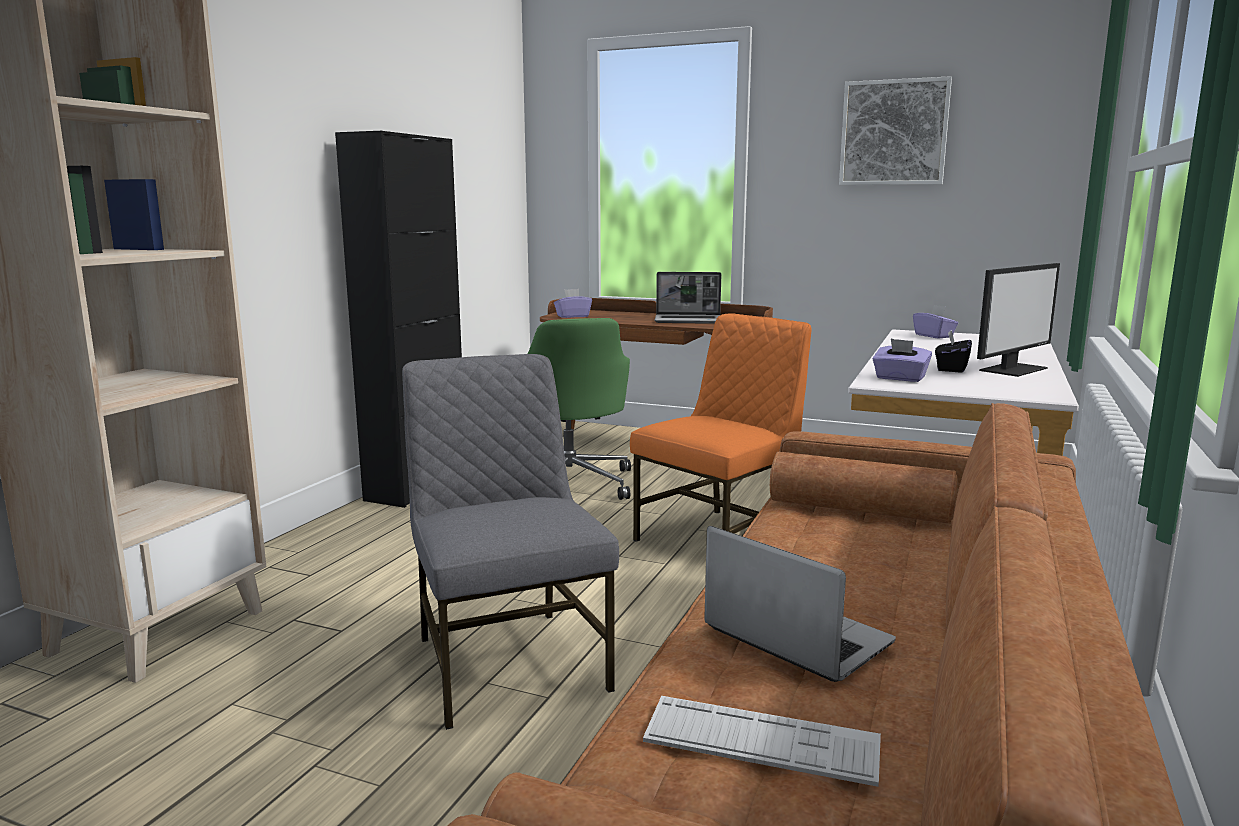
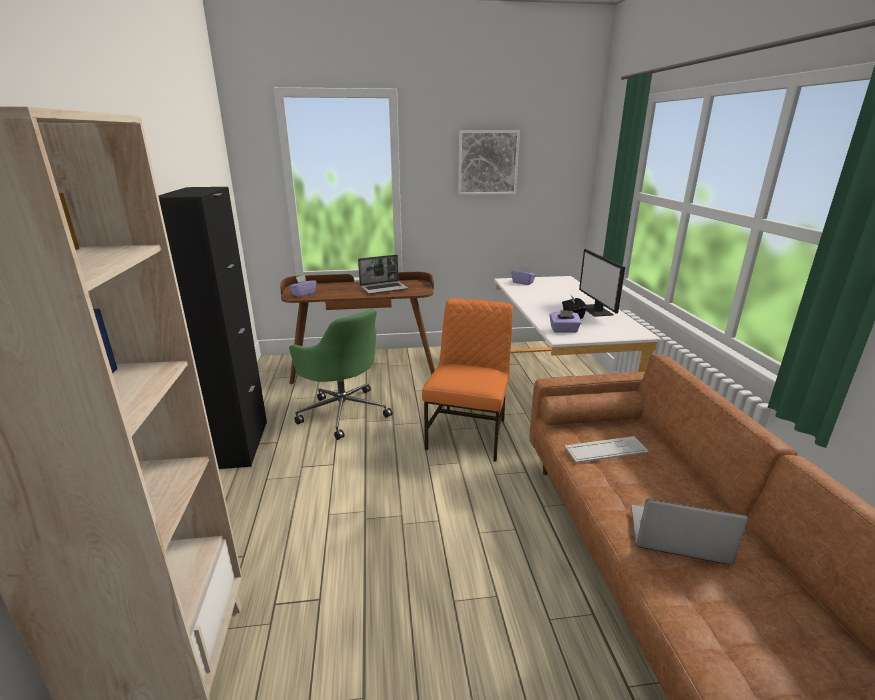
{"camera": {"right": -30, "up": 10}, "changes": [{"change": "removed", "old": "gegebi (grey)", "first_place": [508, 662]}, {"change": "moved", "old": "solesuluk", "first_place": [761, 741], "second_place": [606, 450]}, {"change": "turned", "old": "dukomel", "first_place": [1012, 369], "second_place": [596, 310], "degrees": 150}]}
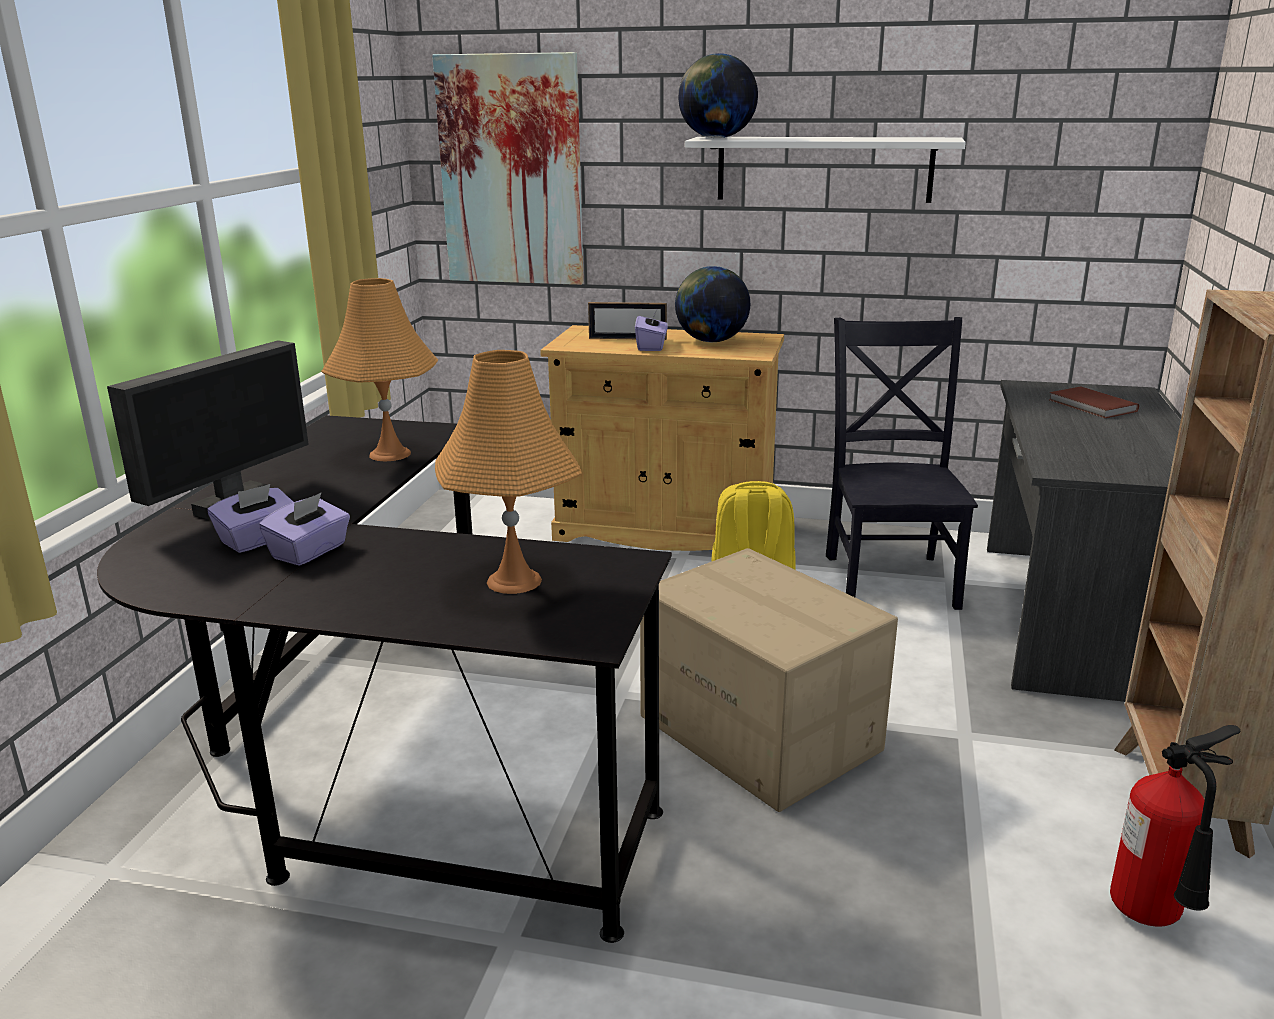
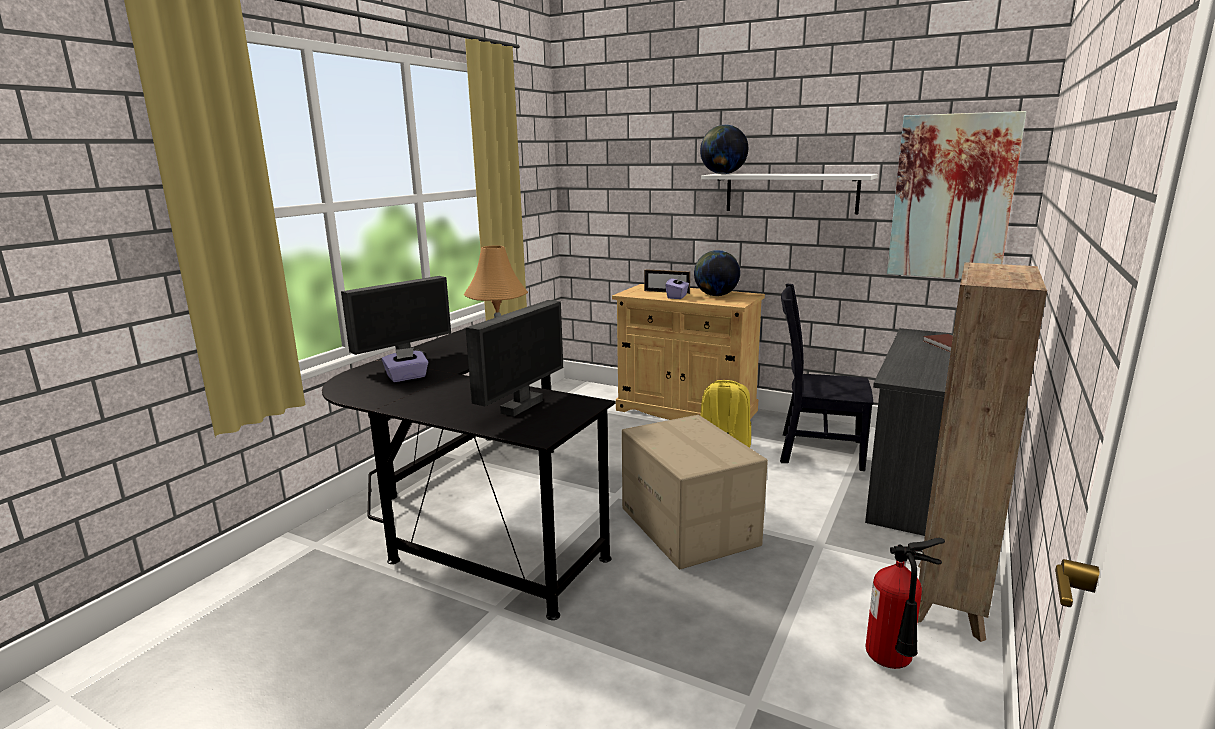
{"camera": {"right": 15, "up": -5}, "changes": [{"change": "removed", "old": "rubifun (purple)", "first_place": [310, 551]}, {"change": "moved", "old": "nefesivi", "first_place": [511, 171], "second_place": [951, 198]}, {"change": "replaced", "old": "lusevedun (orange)", "new": "dukomel", "first_place": [514, 581], "second_place": [520, 406]}, {"change": "turned", "old": "gegebi (black)", "first_place": [890, 578], "second_place": [816, 451], "degrees": -90}]}
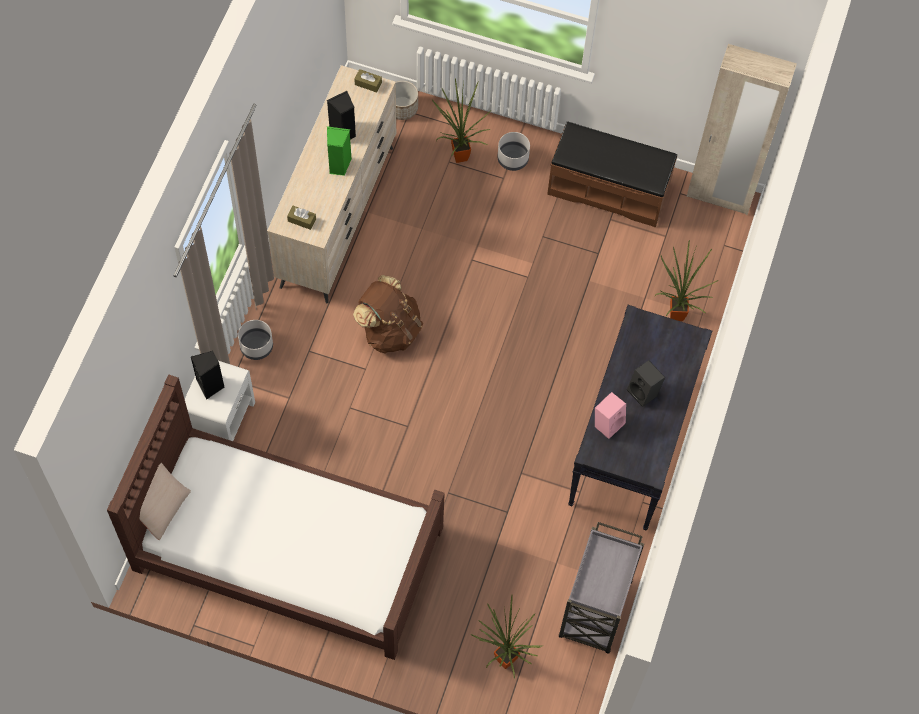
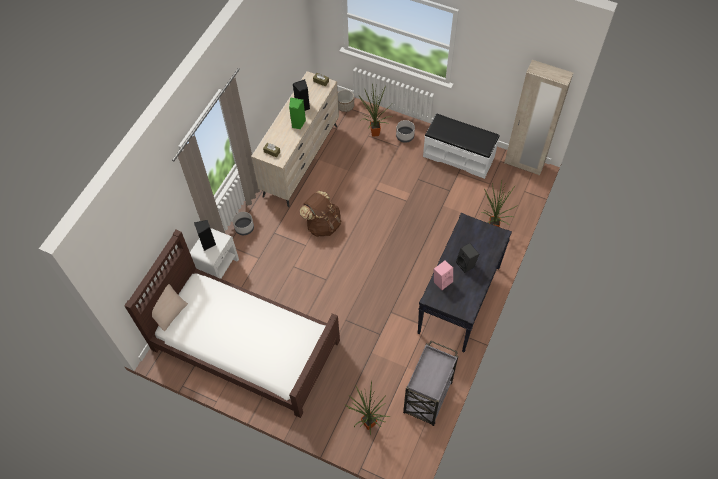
{"camera": {"right": 10, "up": -5}, "changes": [{"change": "recoloured", "old": "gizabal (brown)", "new": "gizabal (white)", "first_place": [608, 189], "second_place": [458, 156]}]}
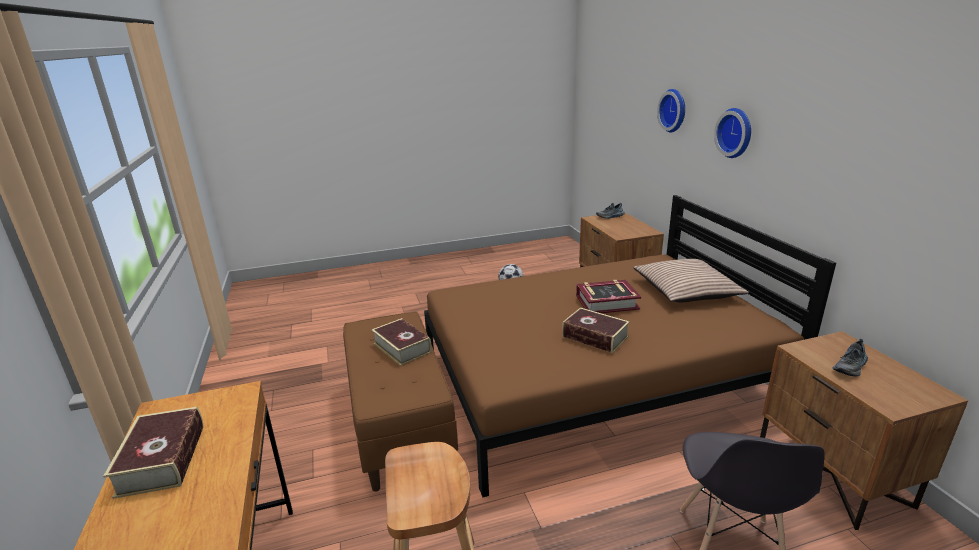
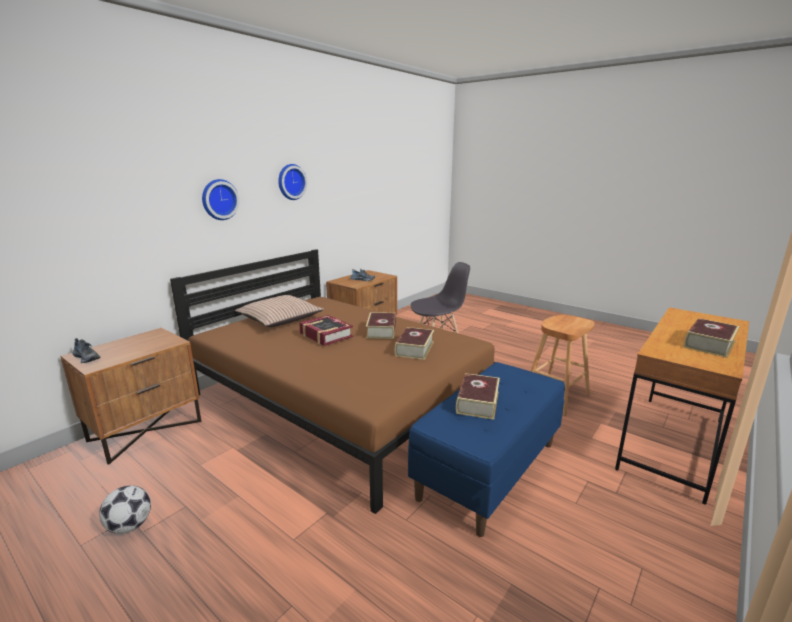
{"camera": {"right": -125, "up": -5}, "changes": [{"change": "recoloured", "old": "gizabal (brown)", "new": "gizabal (blue)", "first_place": [400, 424], "second_place": [488, 469]}, {"change": "moved", "old": "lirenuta", "first_place": [674, 110], "second_place": [290, 182]}, {"change": "added", "new": "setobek", "second_place": [414, 349]}]}
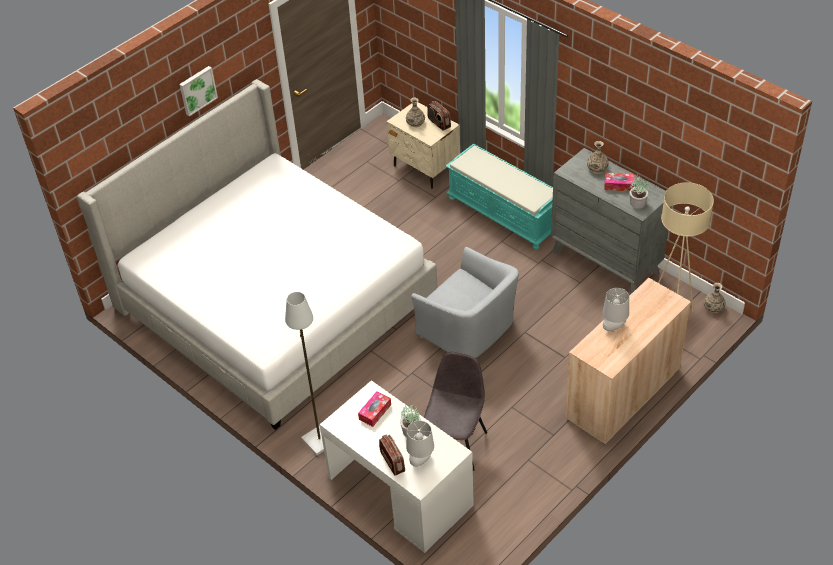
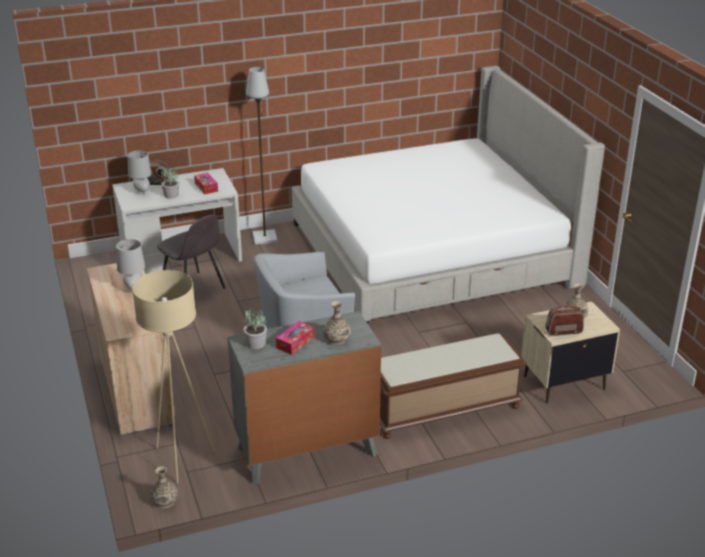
{"camera": {"right": 115, "up": -15}, "changes": [{"change": "removed", "old": "nefesivi", "first_place": [197, 90]}, {"change": "recoloured", "old": "gizabal (turquoise)", "new": "gizabal (brown)", "first_place": [504, 214], "second_place": [443, 410]}]}
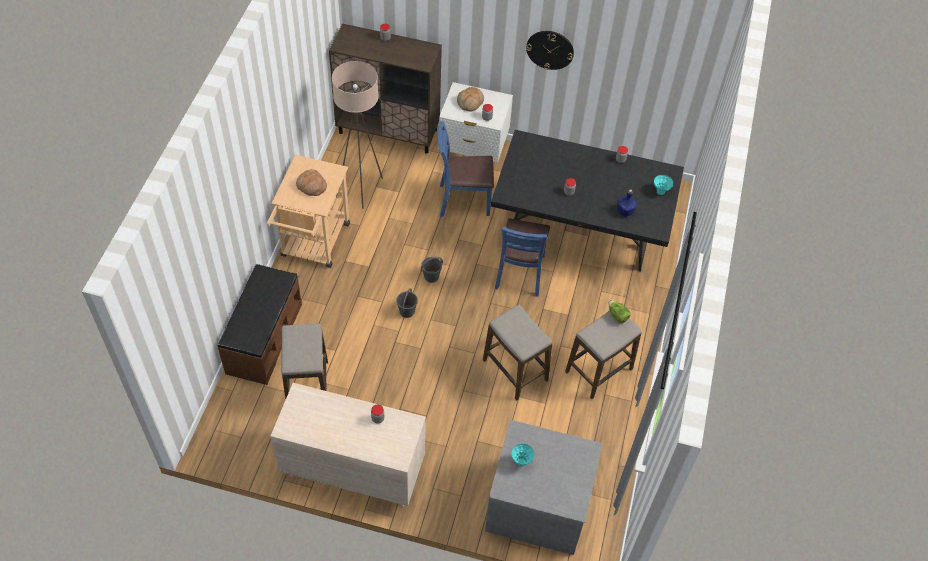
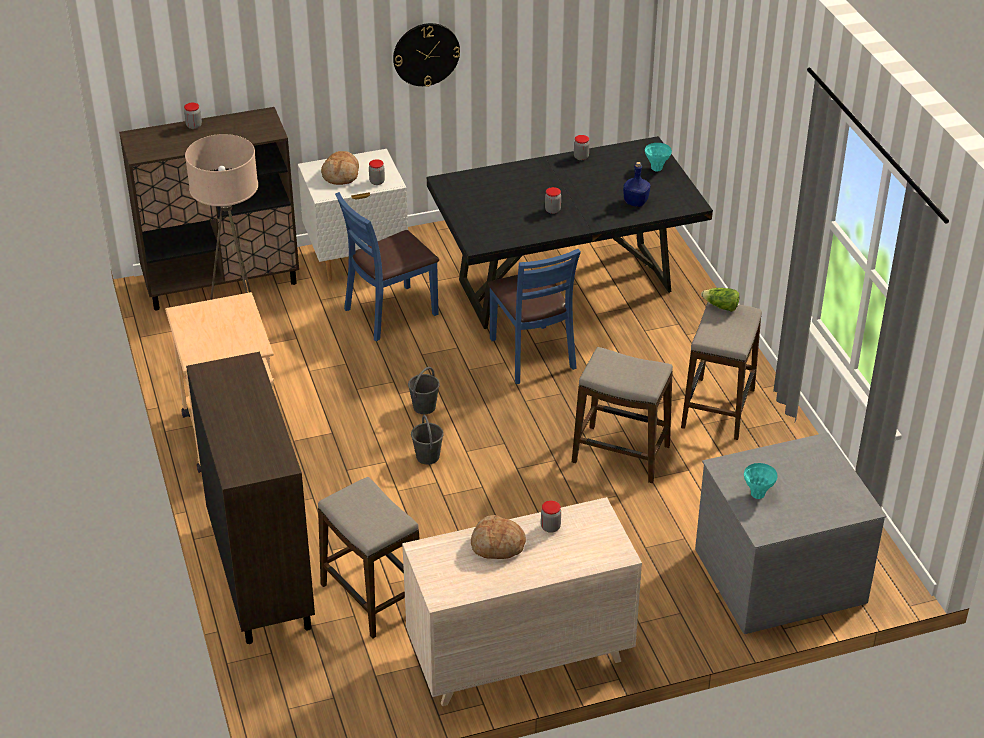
{"camera": {"right": -30, "up": -15}, "changes": [{"change": "replaced", "old": "gizabal (brown)", "new": "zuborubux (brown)", "first_place": [263, 338], "second_place": [260, 574]}, {"change": "moved", "old": "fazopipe", "first_place": [311, 186], "second_place": [497, 545]}]}
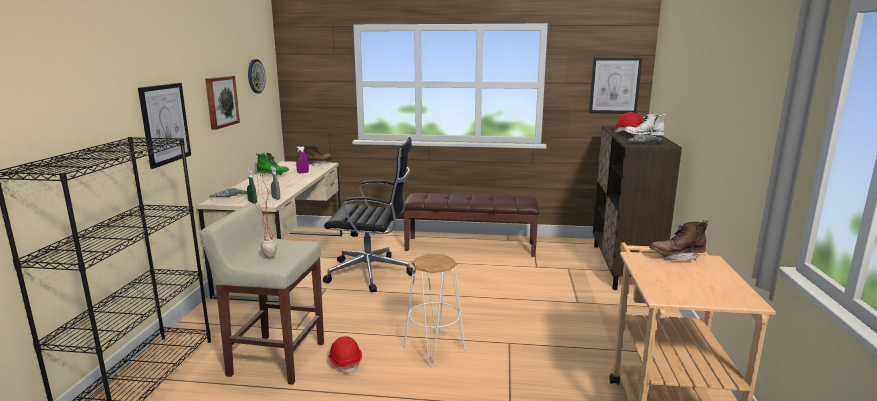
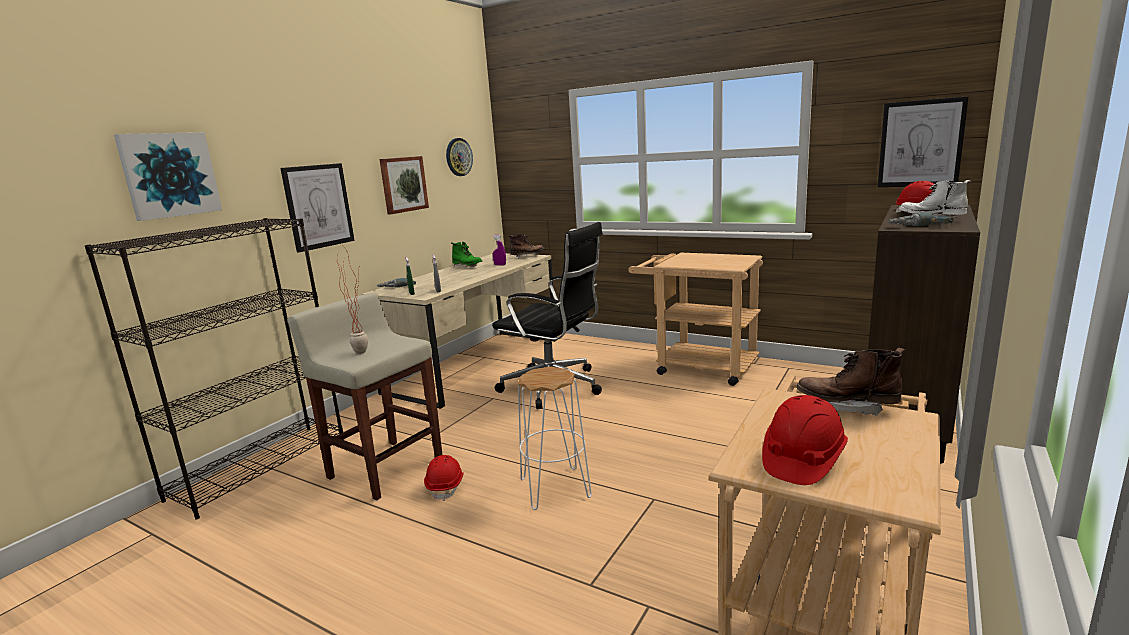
{"camera": {"right": 25, "up": 0}, "changes": [{"change": "replaced", "old": "gizabal (brown)", "new": "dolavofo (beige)", "first_place": [470, 246], "second_place": [697, 367]}, {"change": "added", "new": "nefesivi", "second_place": [169, 175]}, {"change": "added", "new": "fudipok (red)", "second_place": [802, 460]}]}
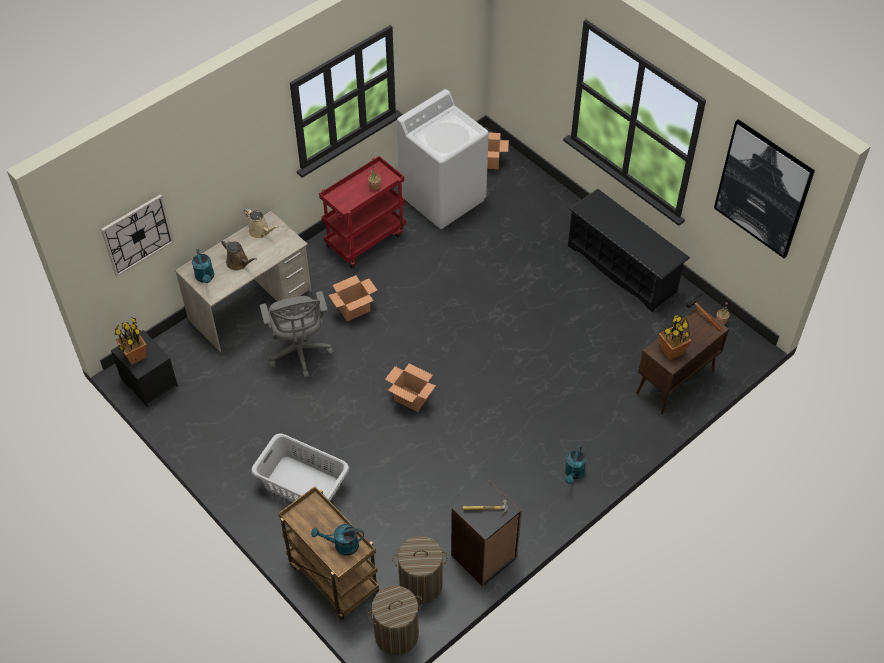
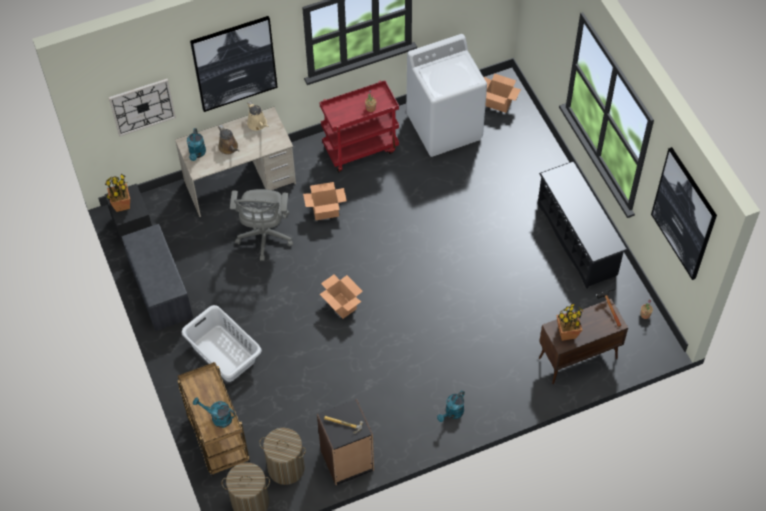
{"camera": {"right": 20, "up": 5}, "changes": [{"change": "added", "new": "gizabal (grey)", "second_place": [159, 289]}, {"change": "added", "new": "nefesivi", "second_place": [234, 63]}]}
